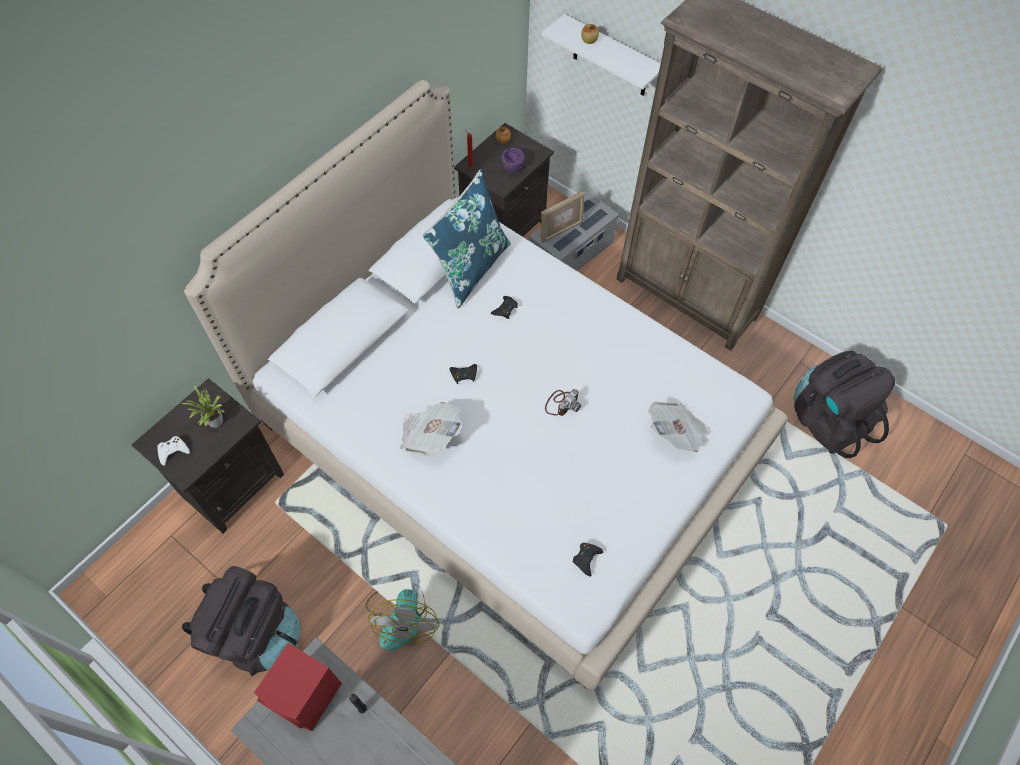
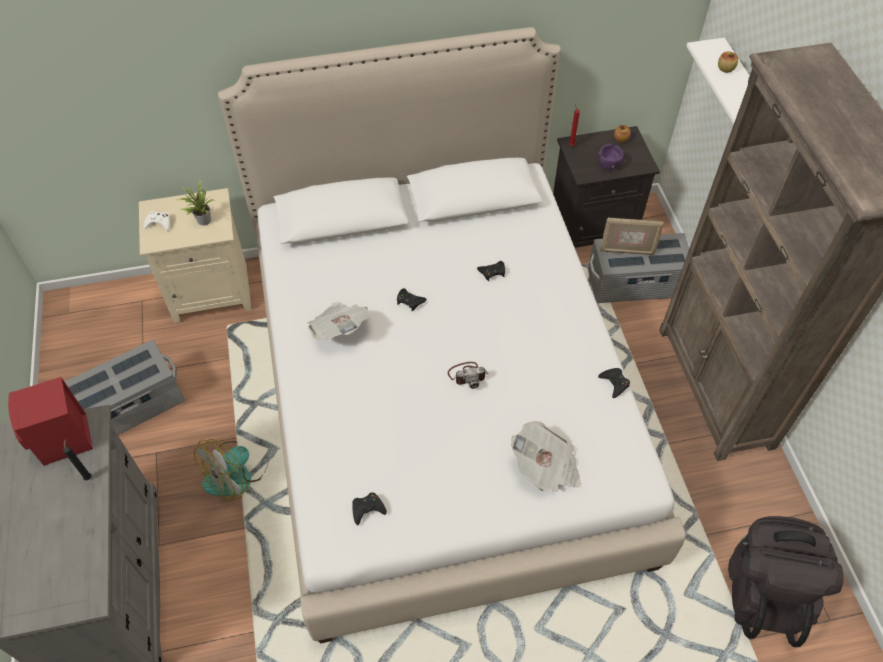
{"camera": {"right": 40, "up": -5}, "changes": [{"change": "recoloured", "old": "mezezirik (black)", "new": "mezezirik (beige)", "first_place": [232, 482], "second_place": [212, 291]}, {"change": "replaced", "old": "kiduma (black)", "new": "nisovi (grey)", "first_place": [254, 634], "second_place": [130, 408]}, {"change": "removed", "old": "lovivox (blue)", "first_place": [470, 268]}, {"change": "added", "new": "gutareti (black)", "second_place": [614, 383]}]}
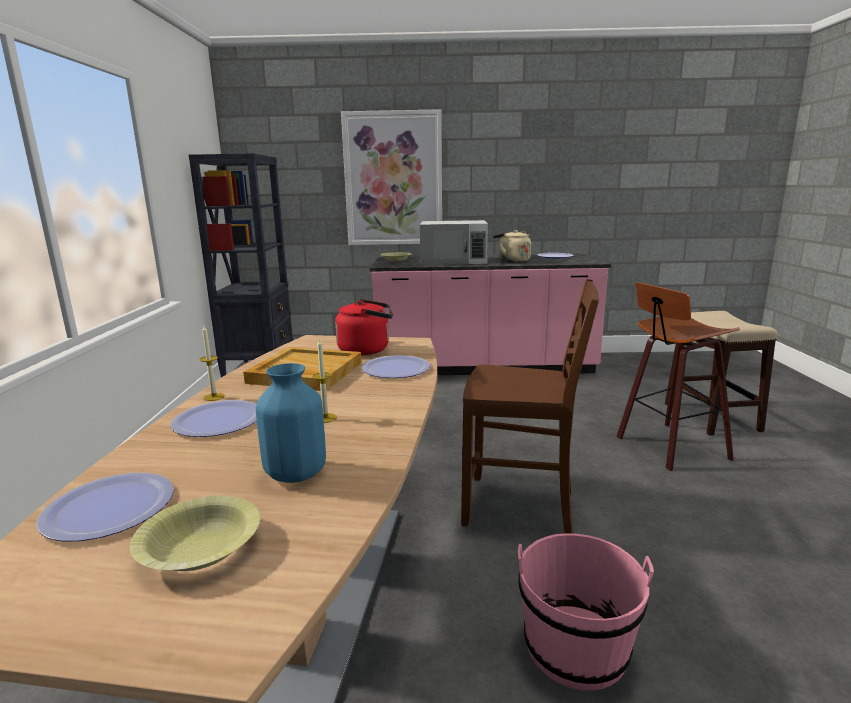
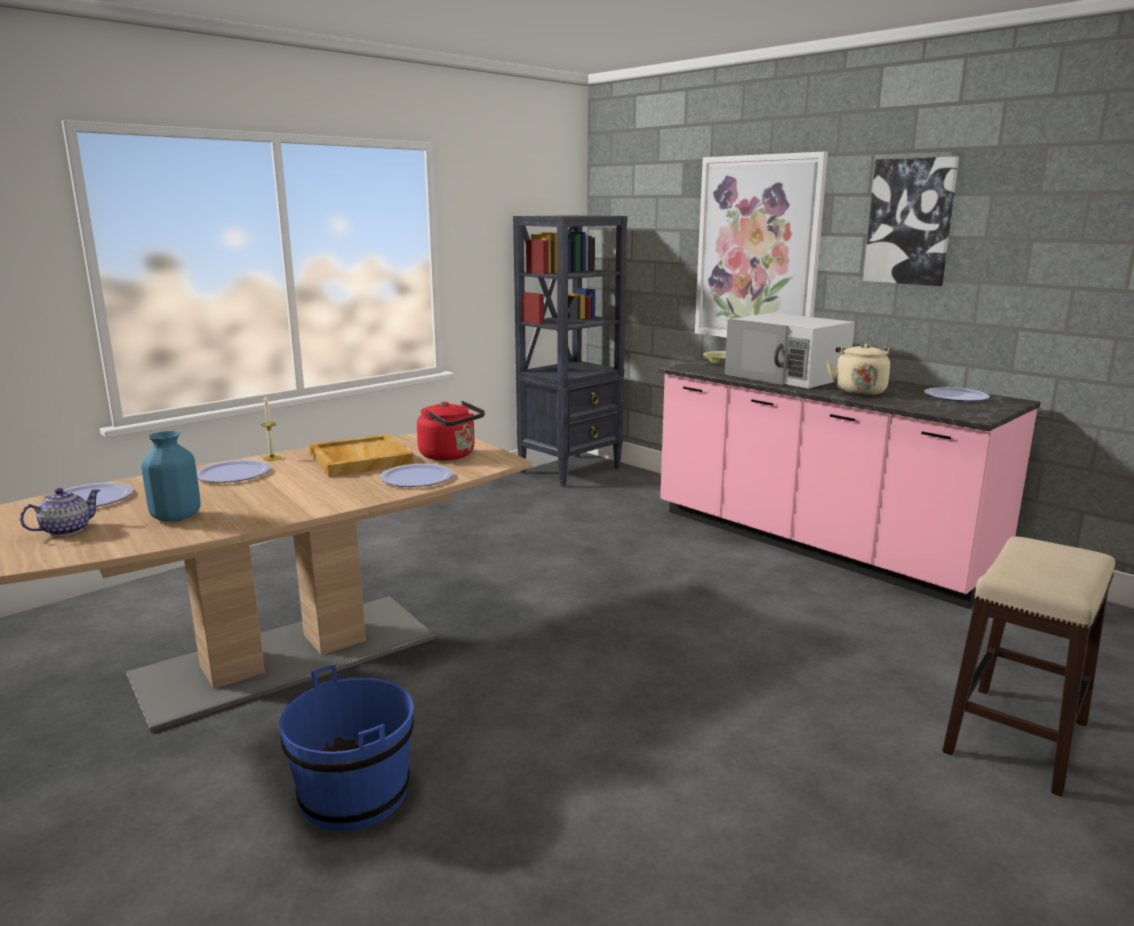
{"camera": {"right": 45, "up": 0}, "changes": [{"change": "replaced", "old": "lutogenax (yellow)", "new": "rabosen", "first_place": [200, 548], "second_place": [65, 530]}, {"change": "removed", "old": "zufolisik", "first_place": [325, 418]}, {"change": "removed", "old": "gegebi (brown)", "first_place": [521, 507]}, {"change": "recoloured", "old": "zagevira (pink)", "new": "zagevira (blue)", "first_place": [575, 647], "second_place": [355, 794]}, {"change": "removed", "old": "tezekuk", "first_place": [668, 447]}, {"change": "added", "new": "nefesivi", "second_place": [910, 222]}]}
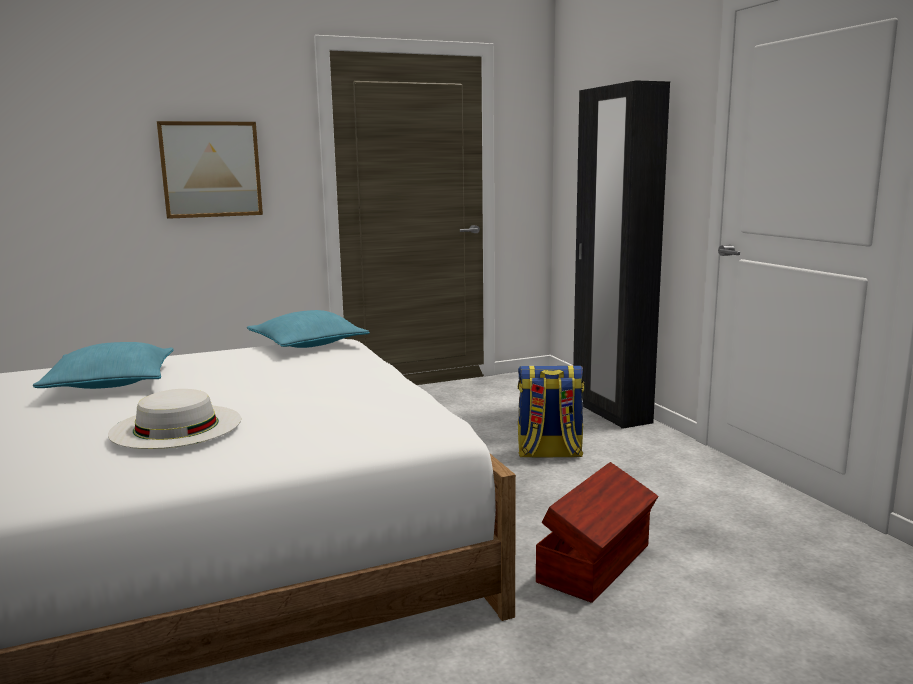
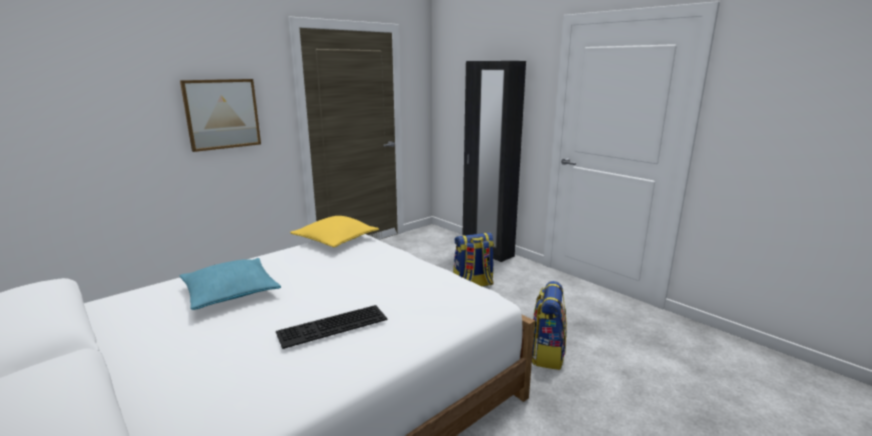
{"camera": {"right": -20, "up": 5}, "changes": [{"change": "replaced", "old": "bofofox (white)", "new": "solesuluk", "first_place": [176, 426], "second_place": [332, 327]}, {"change": "recoloured", "old": "lovivox (turquoise)", "new": "lovivox (yellow)", "first_place": [308, 344], "second_place": [335, 240]}, {"change": "replaced", "old": "nisovi (brown)", "new": "kiduma", "first_place": [597, 563], "second_place": [546, 353]}]}
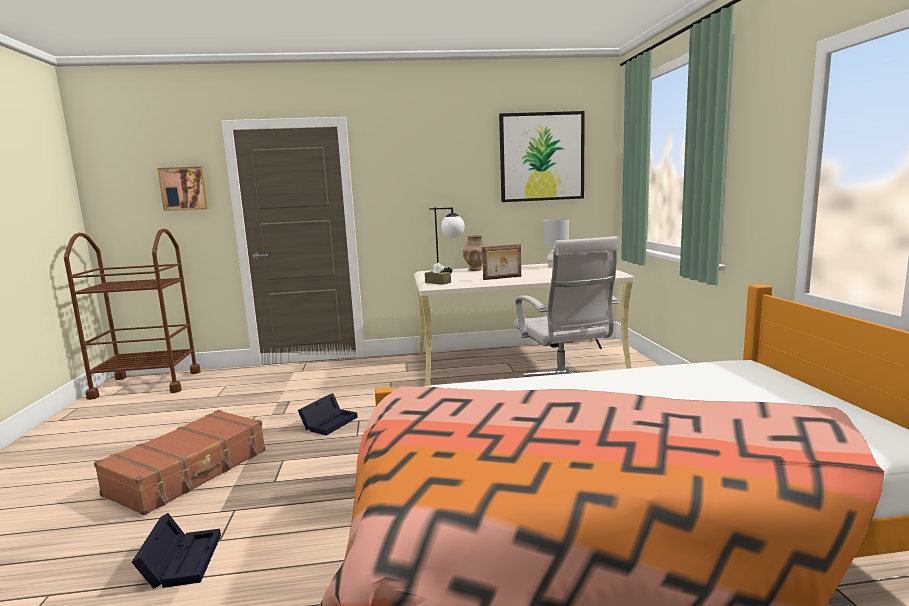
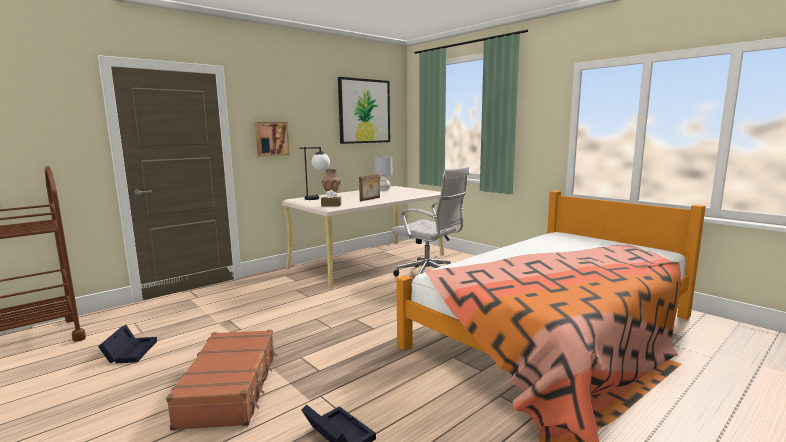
{"camera": {"right": -35, "up": 0}, "changes": [{"change": "moved", "old": "nefesivi", "first_place": [184, 188], "second_place": [271, 139]}, {"change": "moved", "old": "nisovi (black)", "first_place": [329, 422], "second_place": [130, 351]}]}
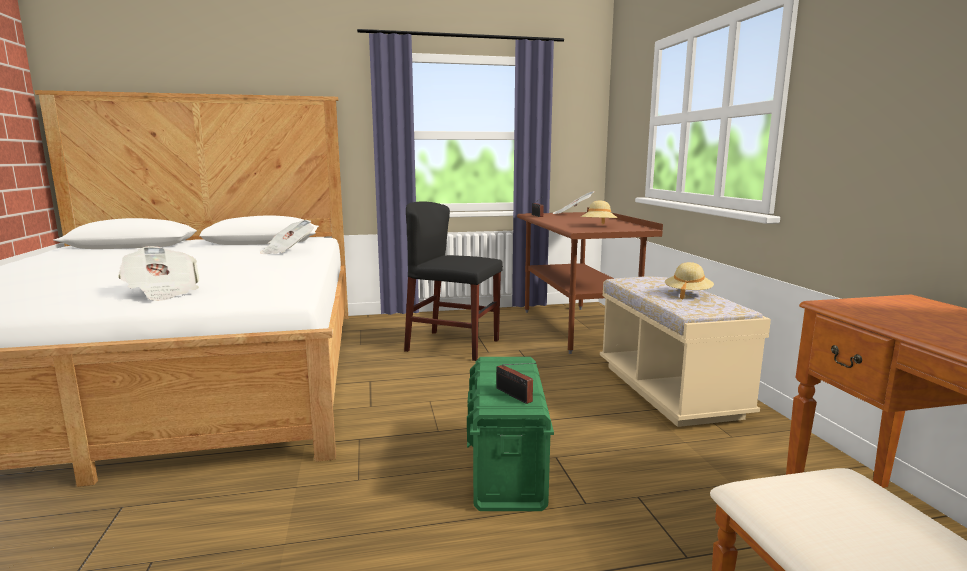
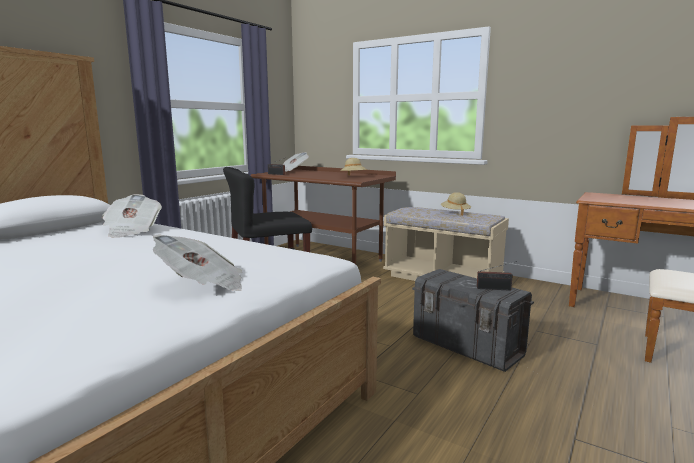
{"camera": {"right": -45, "up": 0}, "changes": [{"change": "recoloured", "old": "nisovi (green)", "new": "nisovi (grey)", "first_place": [507, 468], "second_place": [467, 346]}]}
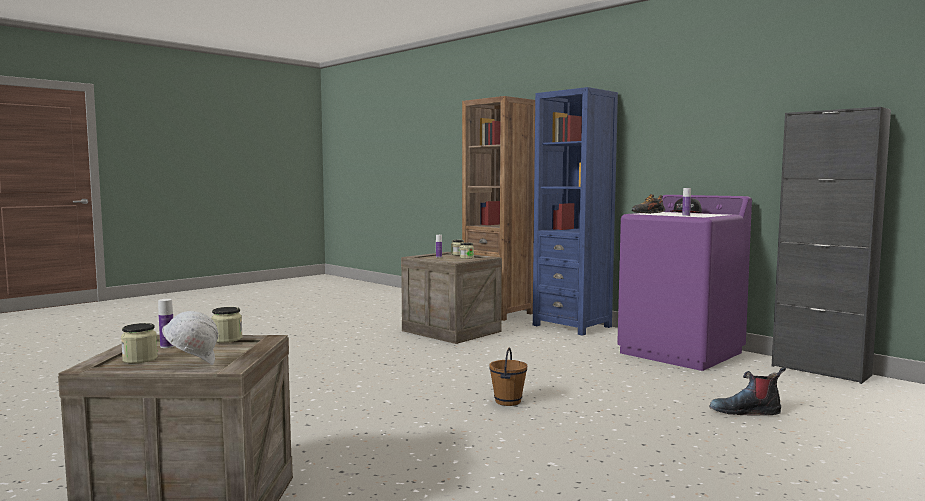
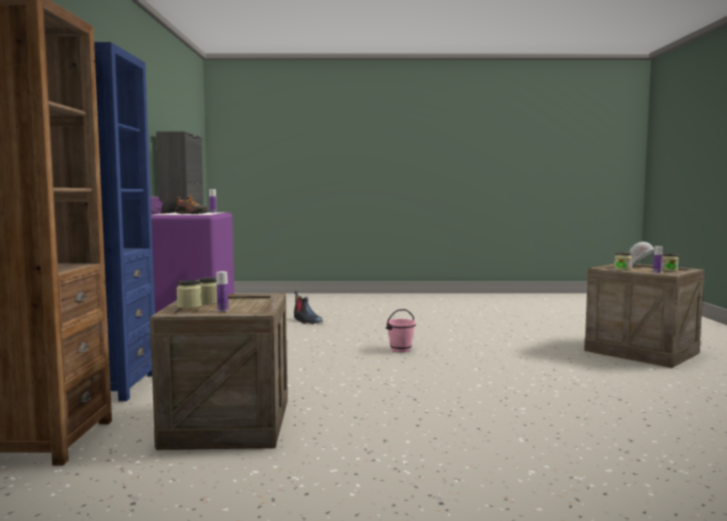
{"camera": {"right": -135, "up": 0}, "changes": [{"change": "recoloured", "old": "zagevira (brown)", "new": "zagevira (pink)", "first_place": [507, 401], "second_place": [400, 350]}]}
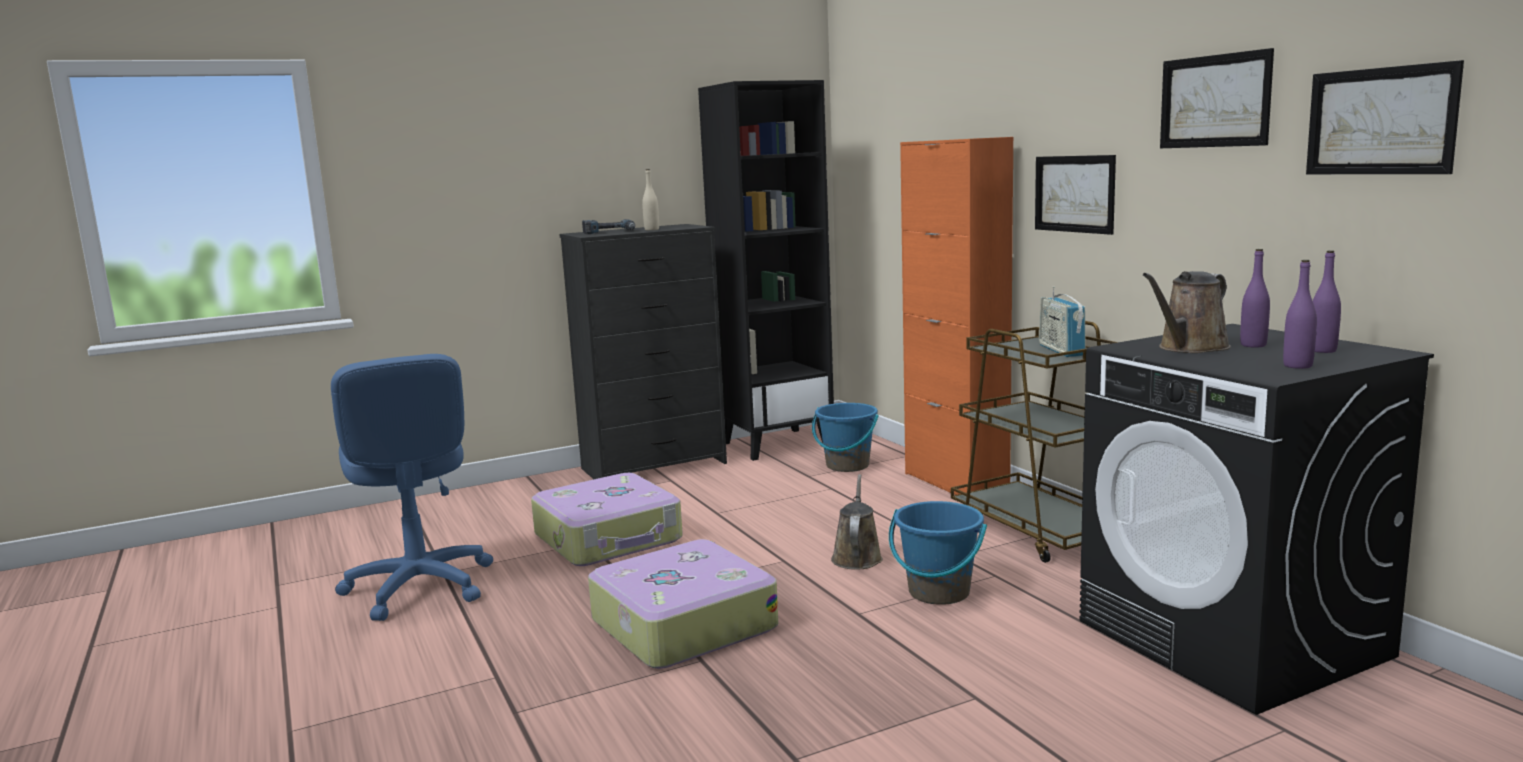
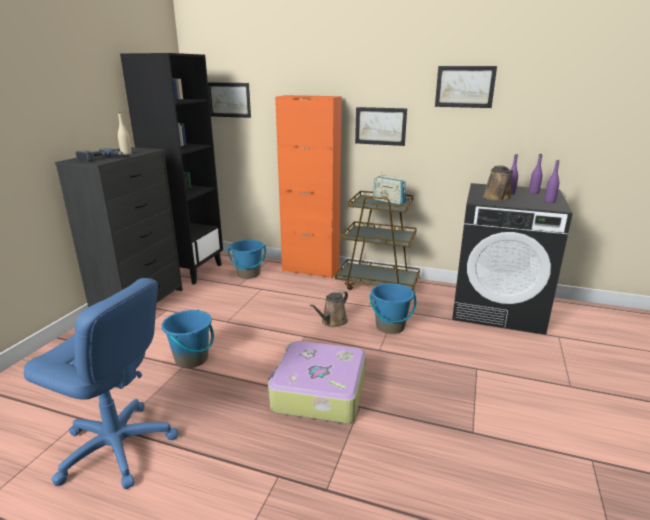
{"camera": {"right": -45, "up": 10}, "changes": [{"change": "replaced", "old": "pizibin", "new": "zagevira (blue)", "first_place": [609, 538], "second_place": [192, 359]}, {"change": "turned", "old": "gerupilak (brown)", "first_place": [857, 557], "second_place": [332, 322], "degrees": -105}, {"change": "moved", "old": "nefesivi", "first_place": [1380, 121], "second_place": [229, 100]}]}
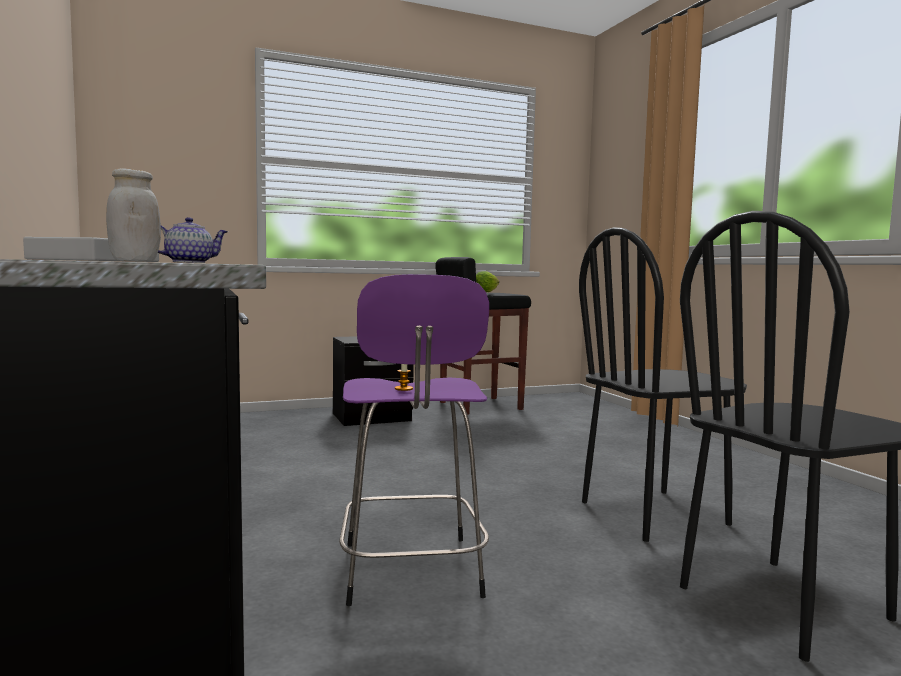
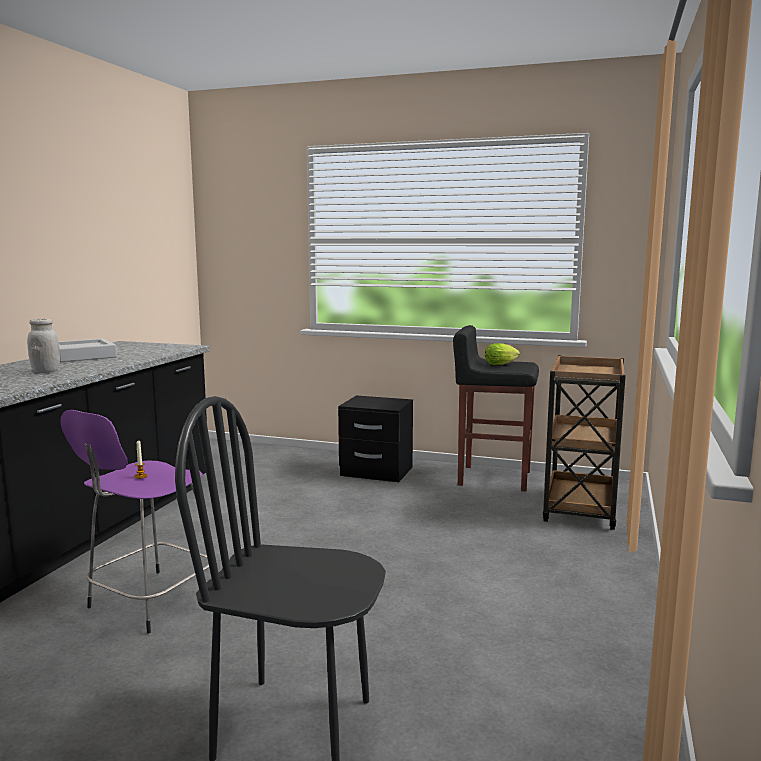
{"camera": {"right": 40, "up": 5}, "changes": [{"change": "removed", "old": "rabosen", "first_place": [189, 262]}, {"change": "removed", "old": "gegebi (black)", "first_place": [654, 513]}, {"change": "added", "new": "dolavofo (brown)", "second_place": [580, 508]}]}
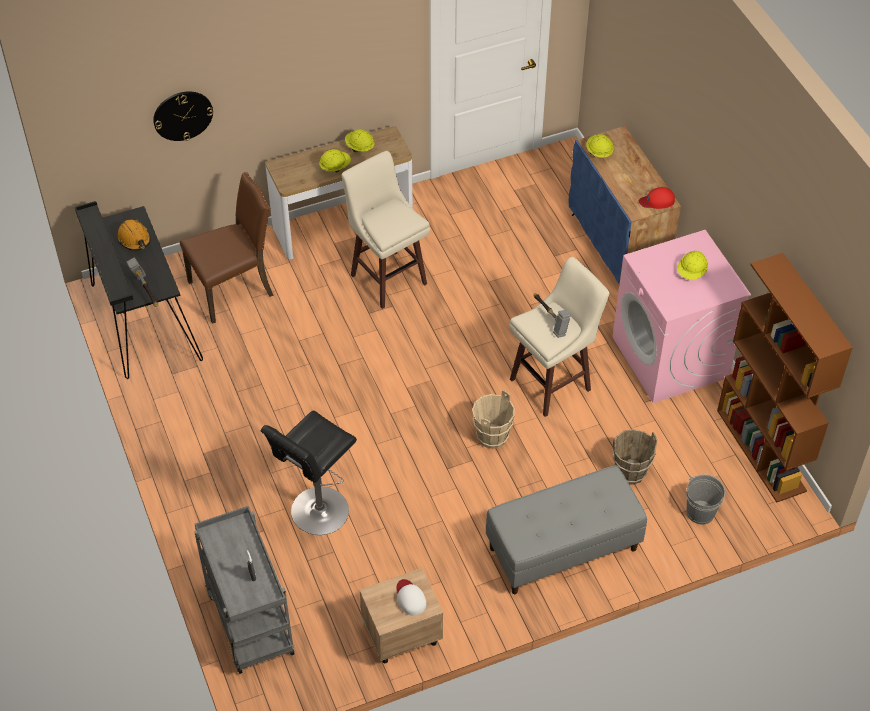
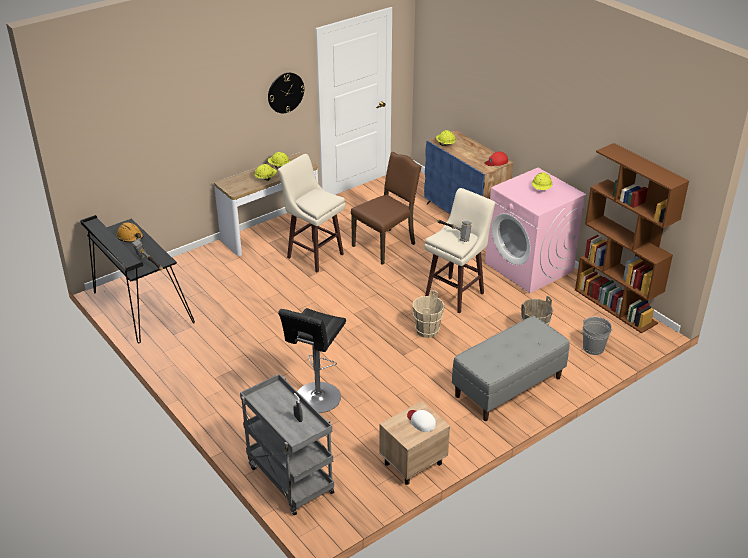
{"camera": {"right": -15, "up": -15}, "changes": [{"change": "moved", "old": "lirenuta", "first_place": [183, 115], "second_place": [285, 92]}, {"change": "moved", "old": "gegebi (brown)", "first_place": [233, 289], "second_place": [386, 245]}]}
